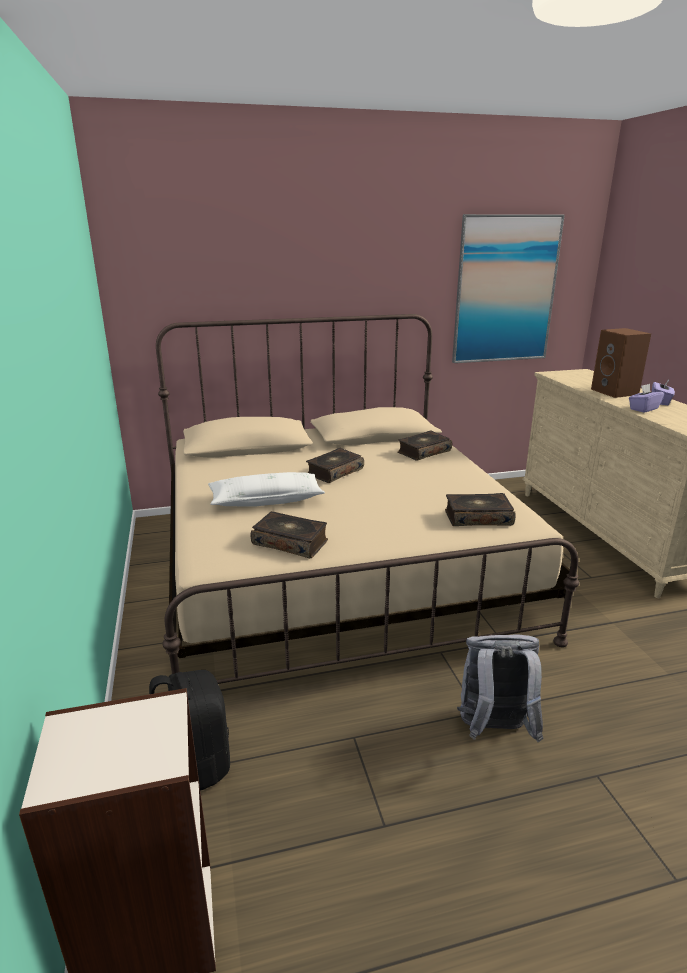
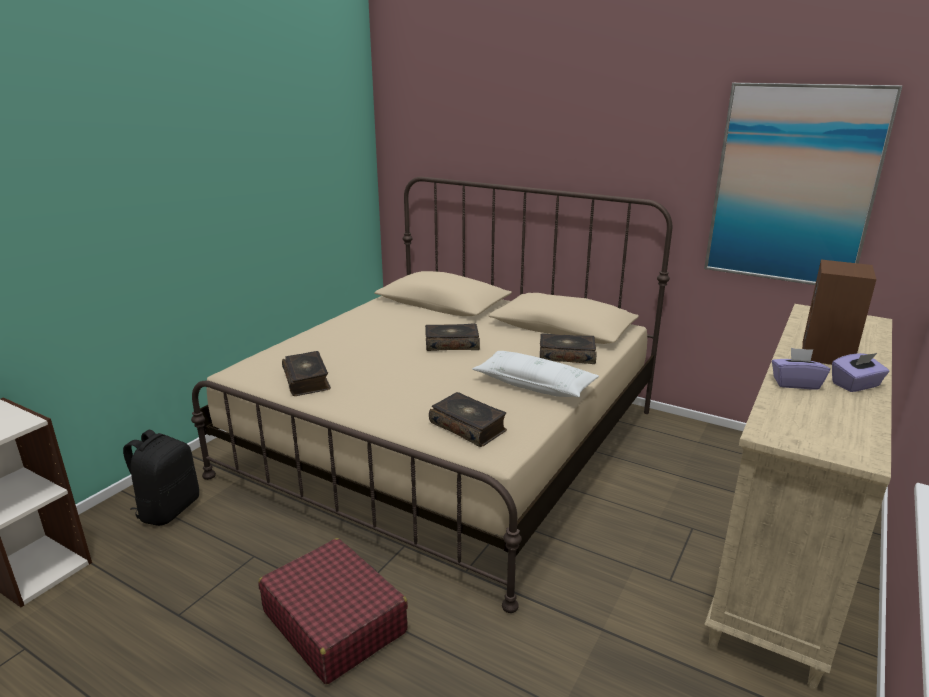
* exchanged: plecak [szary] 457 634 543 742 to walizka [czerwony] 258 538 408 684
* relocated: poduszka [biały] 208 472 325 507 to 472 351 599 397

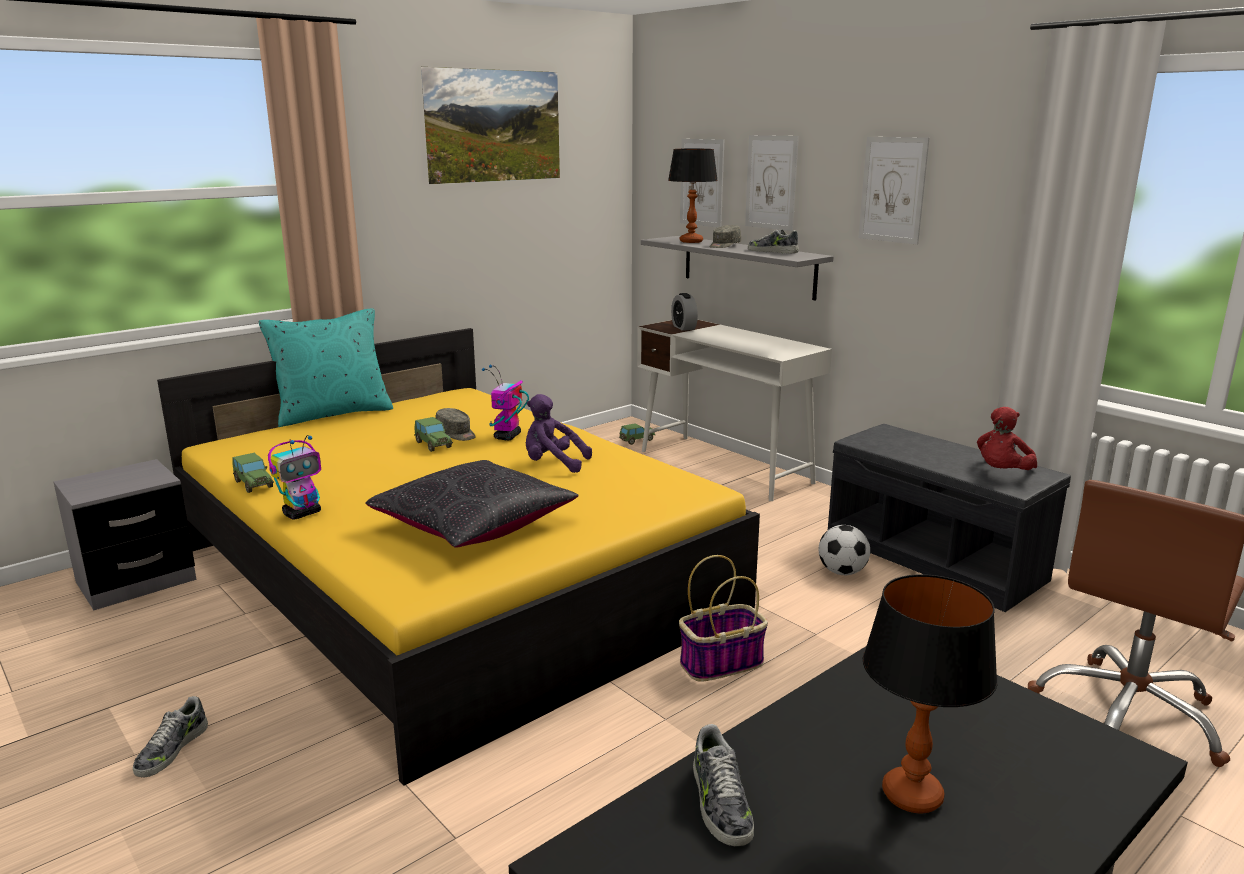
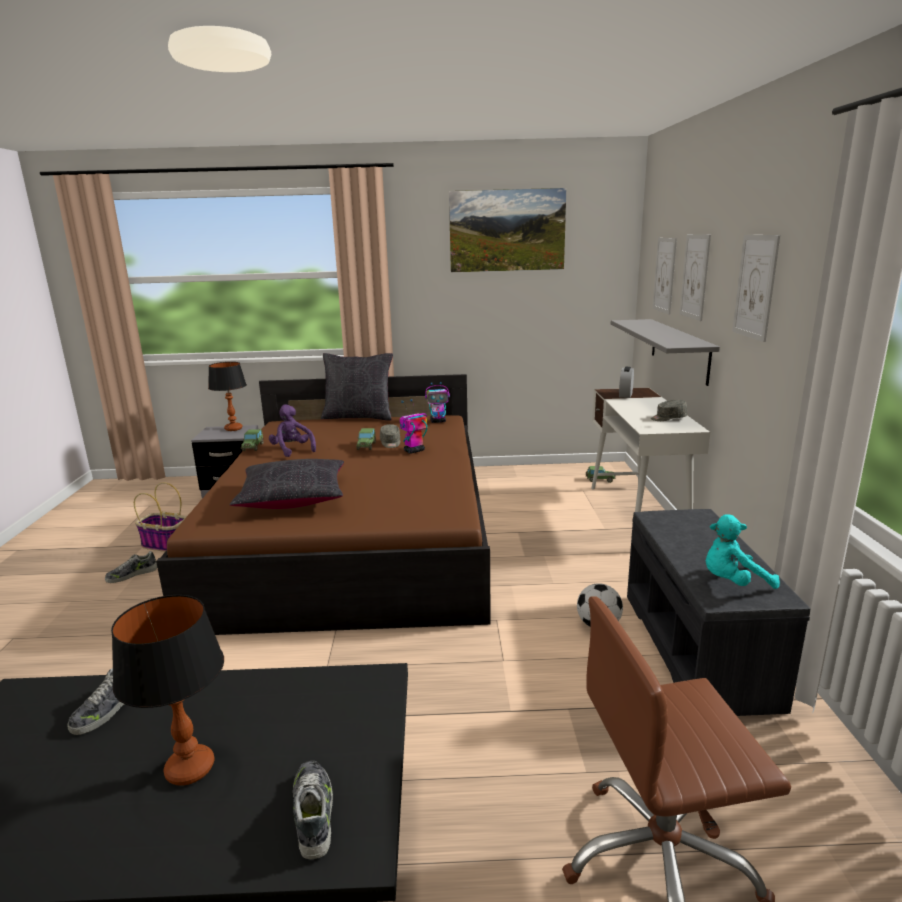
* relocated: koszyk 679 555 768 682 to 134 482 186 552
* colour: łóżko [żółty] 157 328 760 786 to łóżko [brązowy] 156 374 491 635
* relocated: lampa stołowa 668 149 718 243 to 208 362 247 431
* relocated: pluszak [fioletowy] 525 394 592 473 to 269 404 316 457
* relocated: but 748 229 799 254 to 293 761 333 859
* colour: poduszka [turkusowy] 259 309 393 427 to poduszka [czarny] 321 353 393 421
* relocated: robot zabawkowy 268 435 321 520 to 425 382 450 423
* relocated: czapka z daszkiem [szary] 710 225 741 248 to 651 400 687 421
* colour: pluszak [czerwony] 977 407 1037 470 to pluszak [turkusowy] 706 514 780 589

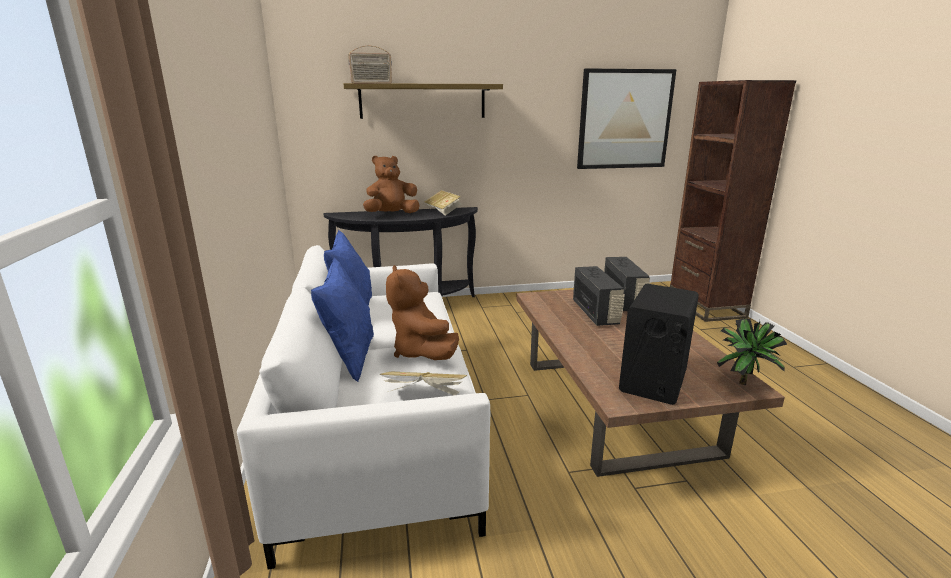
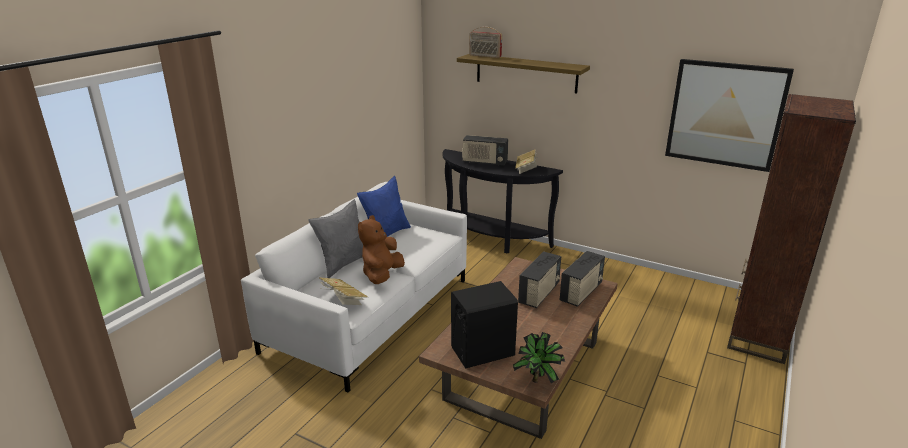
* colour: poduszka [niebieski] 311 258 374 382 to poduszka [szary] 308 199 363 278
* exchanged: pluszak [brązowy] 363 156 420 213 to radio 462 135 508 166

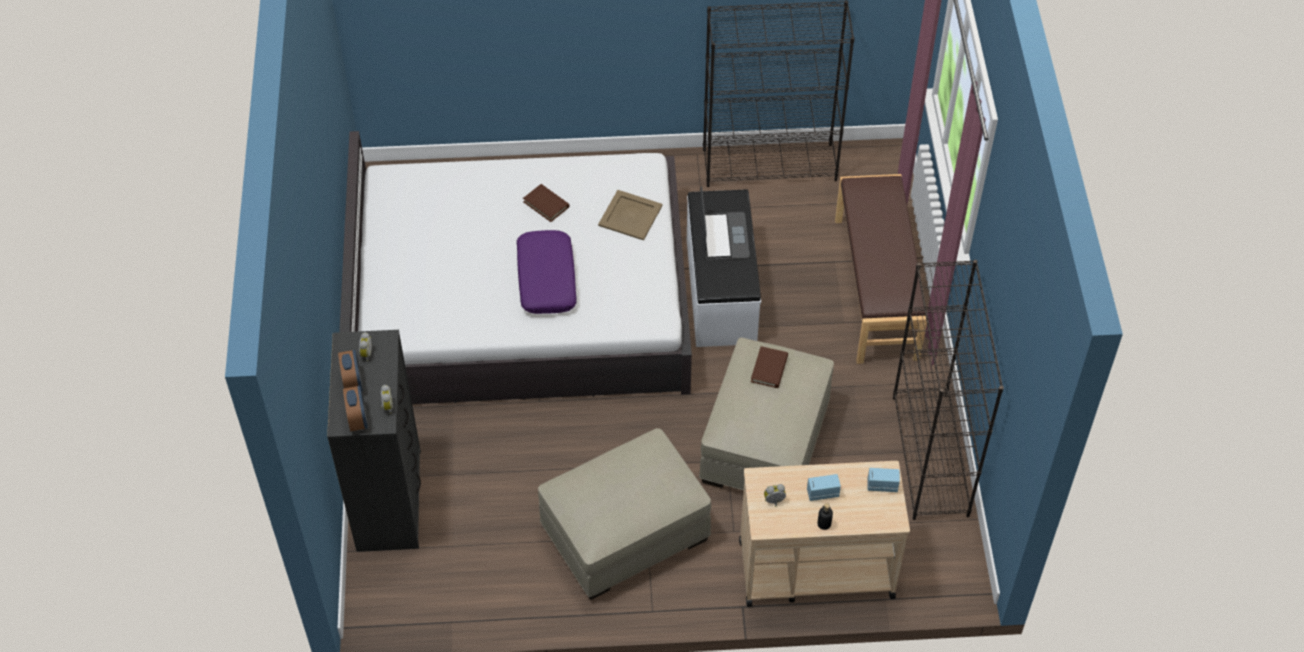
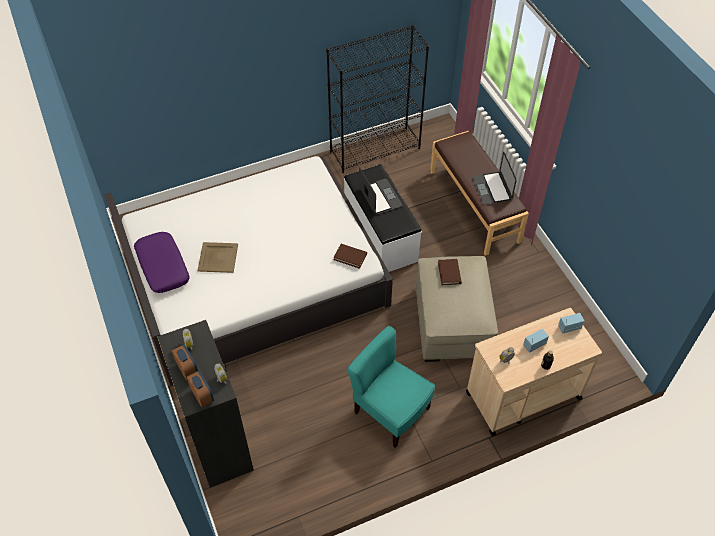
* relocated: poduszka [fioletowy] 516 230 577 314 to 134 232 190 293
* relocated: taca [beżowy] 598 190 663 240 to 197 242 238 273
* relocated: książka [brązowy] 523 184 570 222 to 334 244 367 269
* exchanged: pufa [beżowy] 538 428 711 600 to krzesło [turkusowy] 348 326 435 448
* appeared: laptop 472 152 517 205
* missing: regał [czarny] 893 260 1004 520

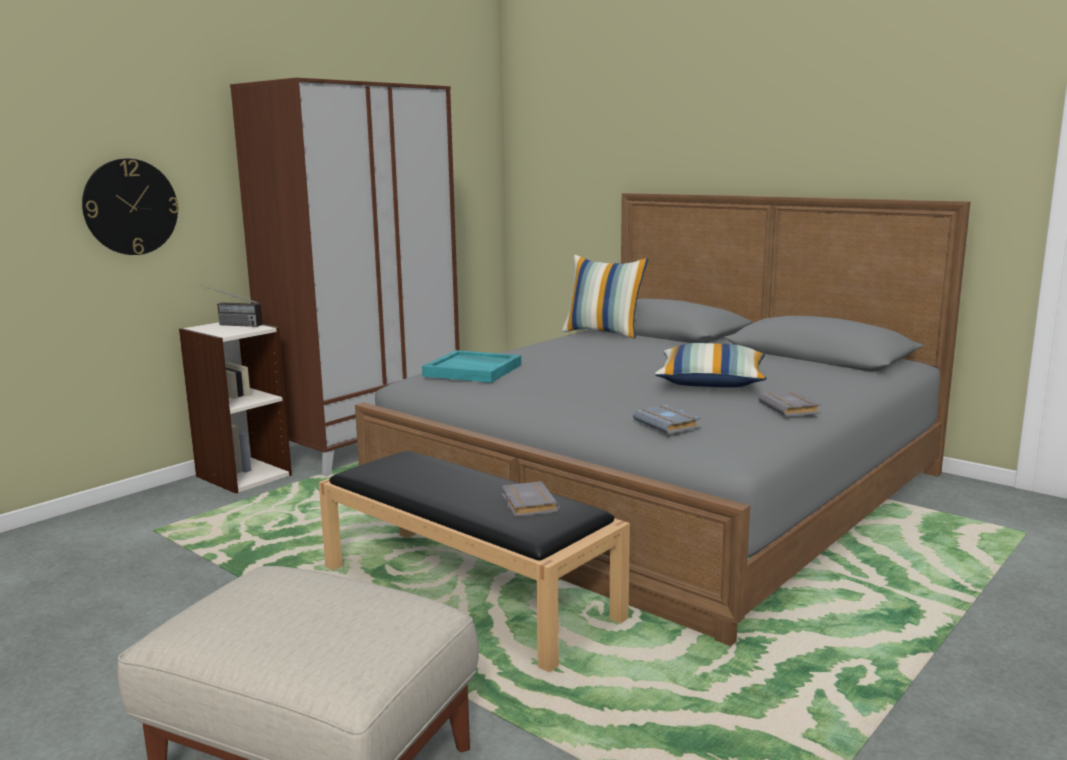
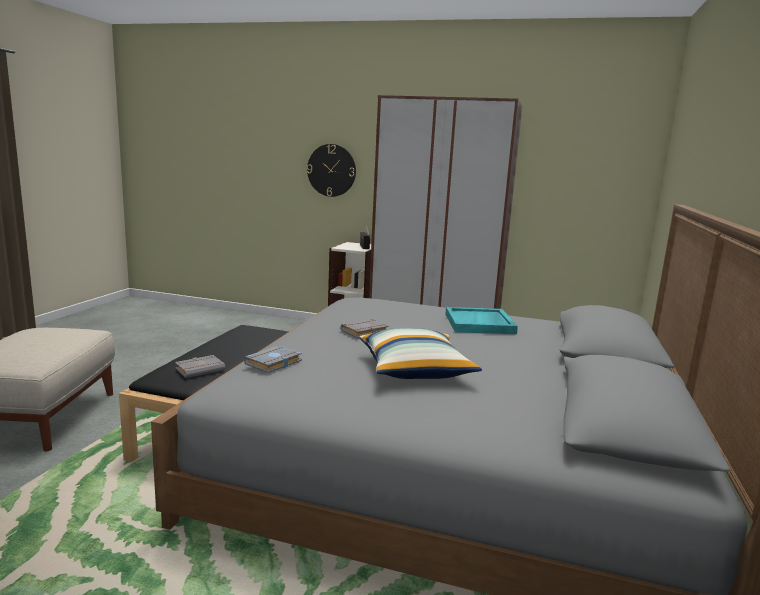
* relocated: książka [szary] 758 391 822 416 to 341 319 389 338
* relocated: taca [turkusowy] 422 350 521 383 to 445 307 518 334
* missing: poduszka 562 255 649 339

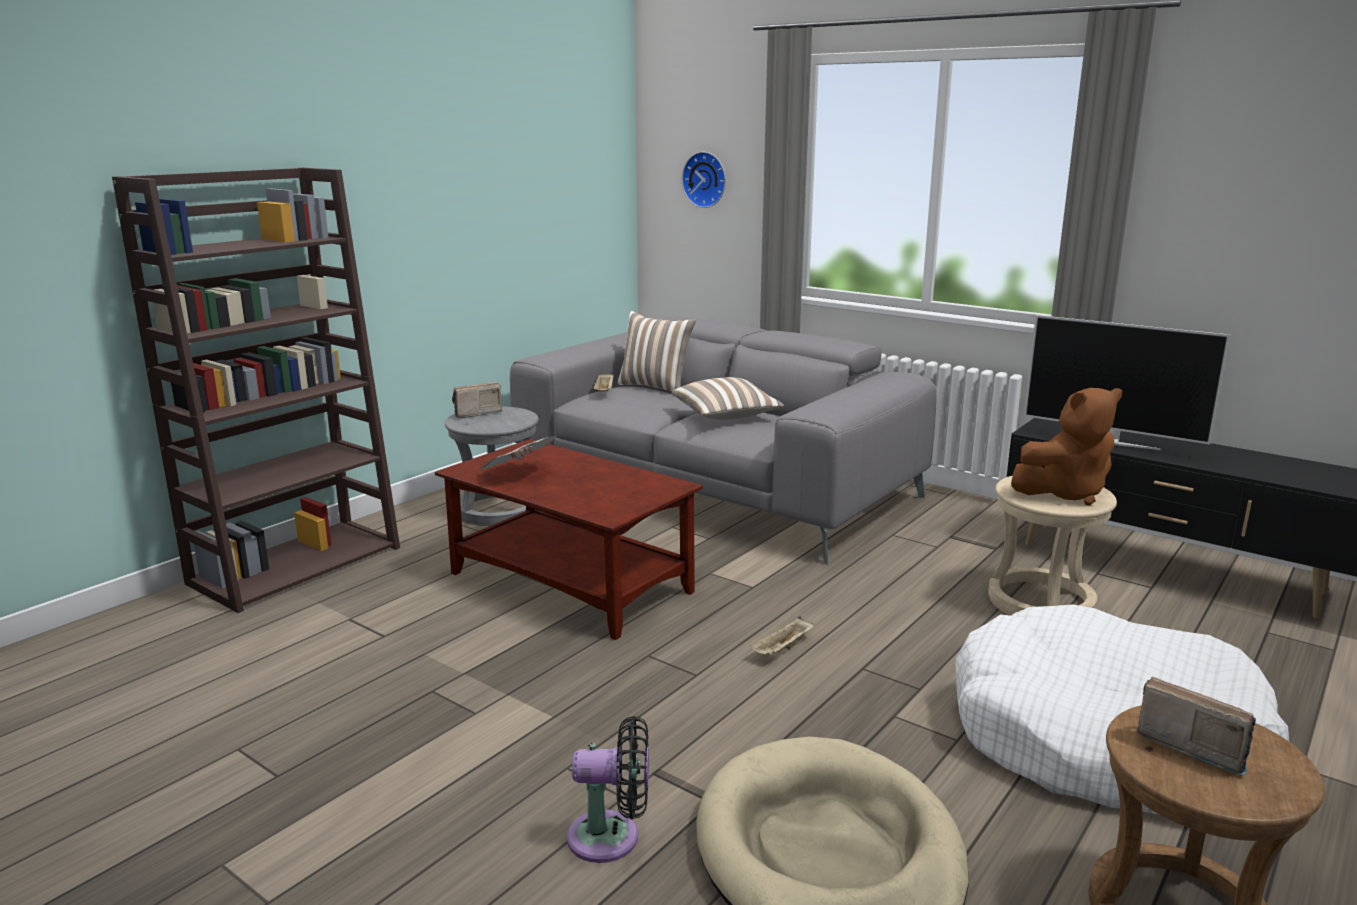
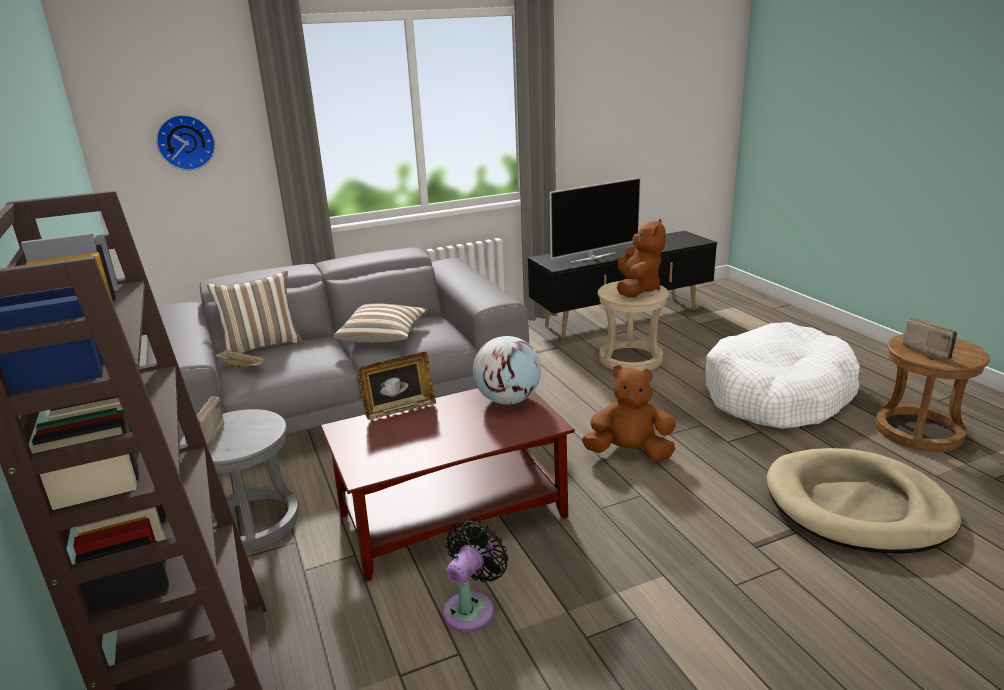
* appeared: ramka na zdjęcie 358 352 436 420
* relocated: wentylator [czarny] 567 716 649 863 to 443 520 508 632
* appeared: globus 473 336 541 405
* exchanged: taca [beżowy] 750 617 814 655 to pluszak [brązowy] 582 365 676 462
* spun: radio 1137 677 1256 776 = 903 317 957 360 75 degrees clockwise
* missing: gazeta 479 436 557 470

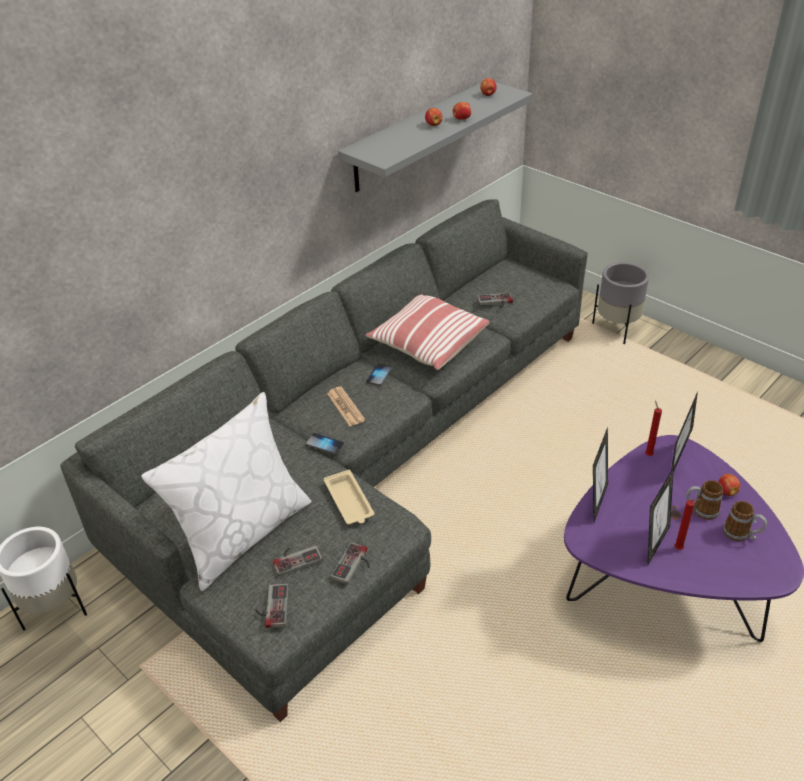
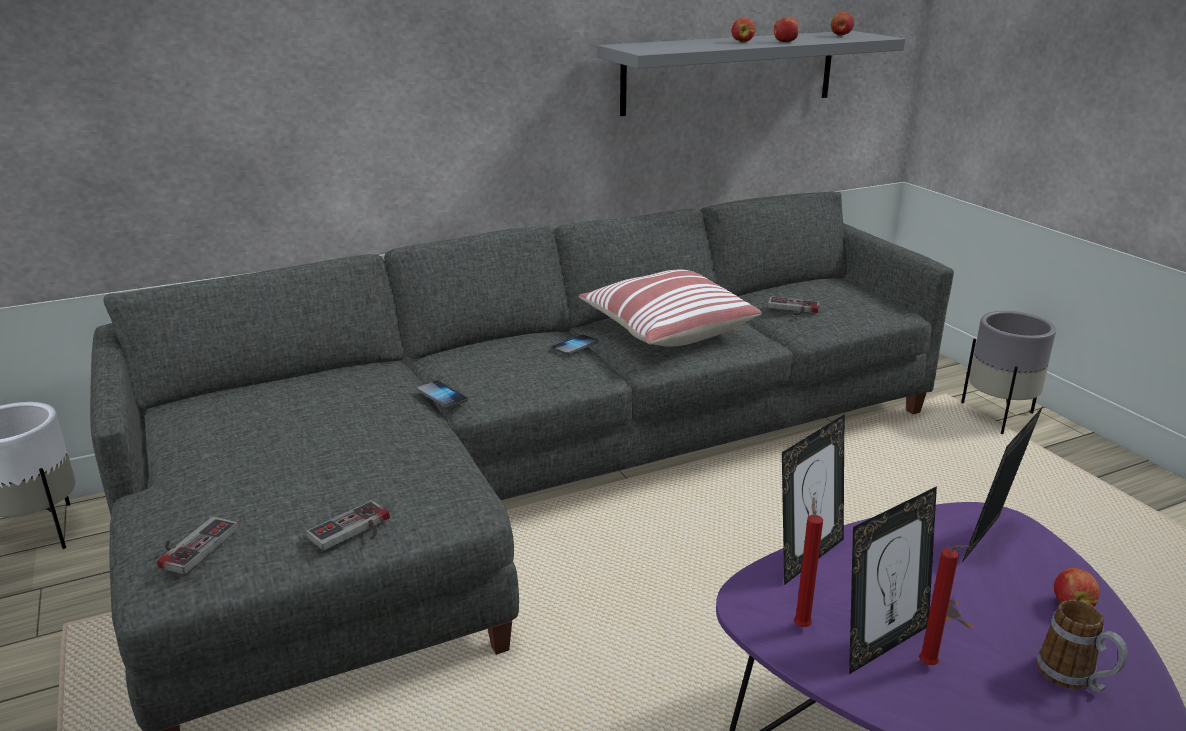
* relocated: świeca [czerwony] 645 400 662 456 to 794 497 823 627
* missing: poduszka [biały] 141 392 311 591
* missing: pad do gier 273 546 323 577
* missing: taca [beżowy] 324 470 374 524
* missing: gazeta 327 387 365 426
* missing: kubek 686 480 723 520

